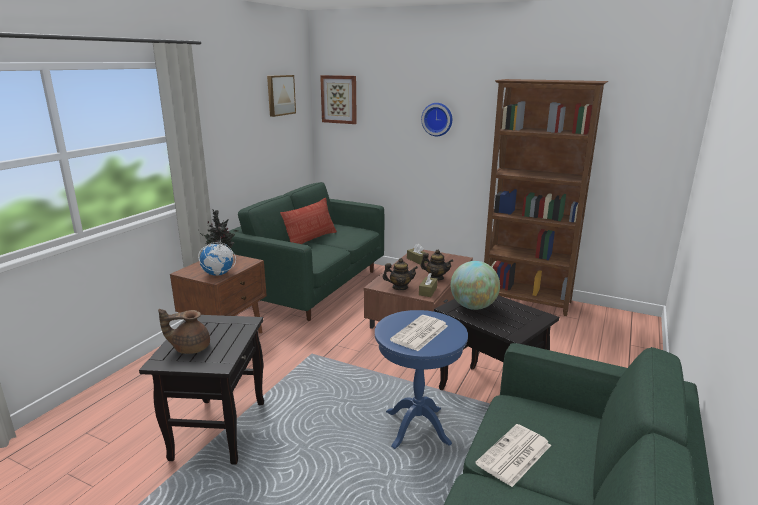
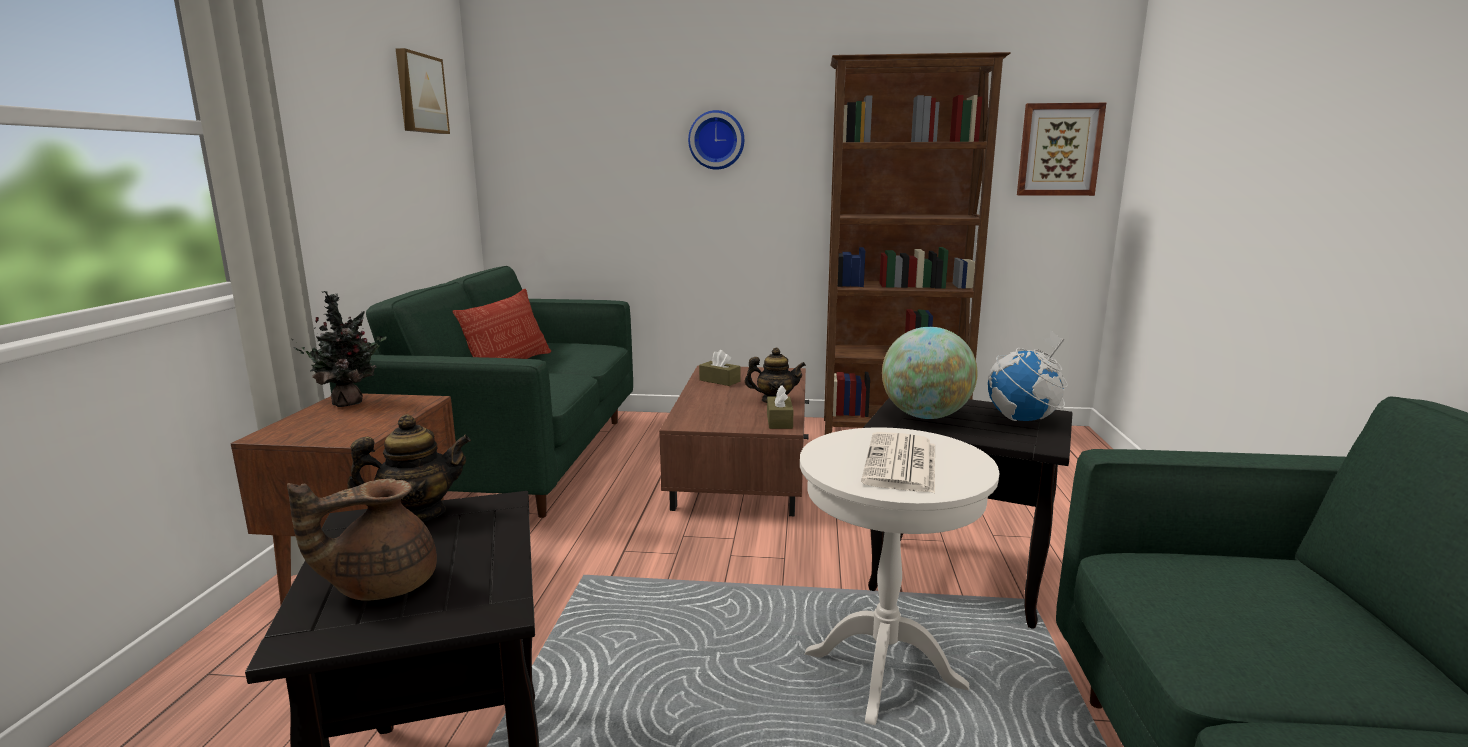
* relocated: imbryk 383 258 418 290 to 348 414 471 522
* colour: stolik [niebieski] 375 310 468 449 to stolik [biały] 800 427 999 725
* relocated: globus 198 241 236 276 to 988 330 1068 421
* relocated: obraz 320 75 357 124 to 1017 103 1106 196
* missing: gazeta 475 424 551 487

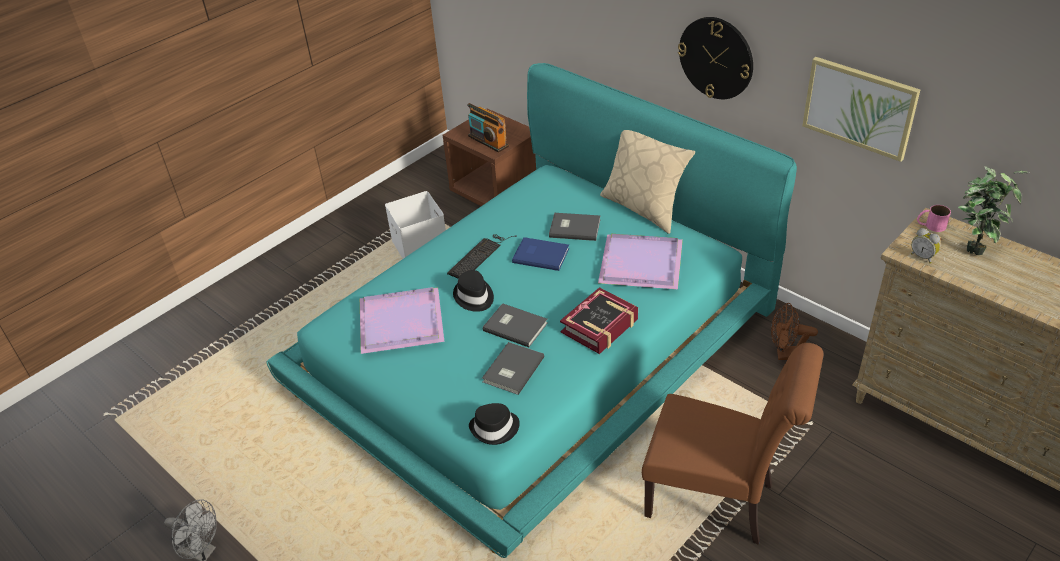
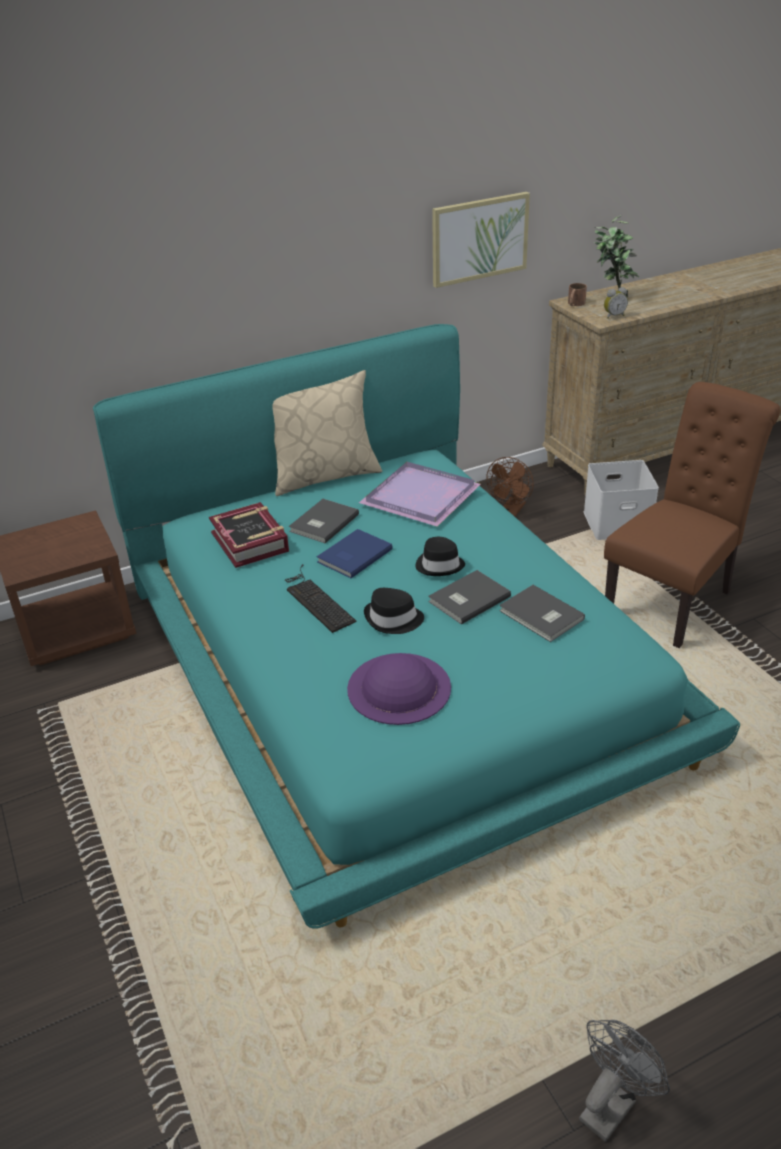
* relocated: książka 560 287 638 354 to 209 502 289 568
* exchanged: taca [fioletowy] 360 287 444 354 to kapelusz [fioletowy] 347 653 451 725
* relocated: kapelusz [czarny] 469 403 520 445 to 416 537 465 576
* colour: kubek [różowy] 917 205 951 232 to kubek [brązowy] 568 283 587 306
* relocated: pojemnik do przechowywania [biały] 385 191 446 259 to 584 460 659 540
* missing: radio 467 103 509 152
* missing: zegar ścienny 678 17 753 99

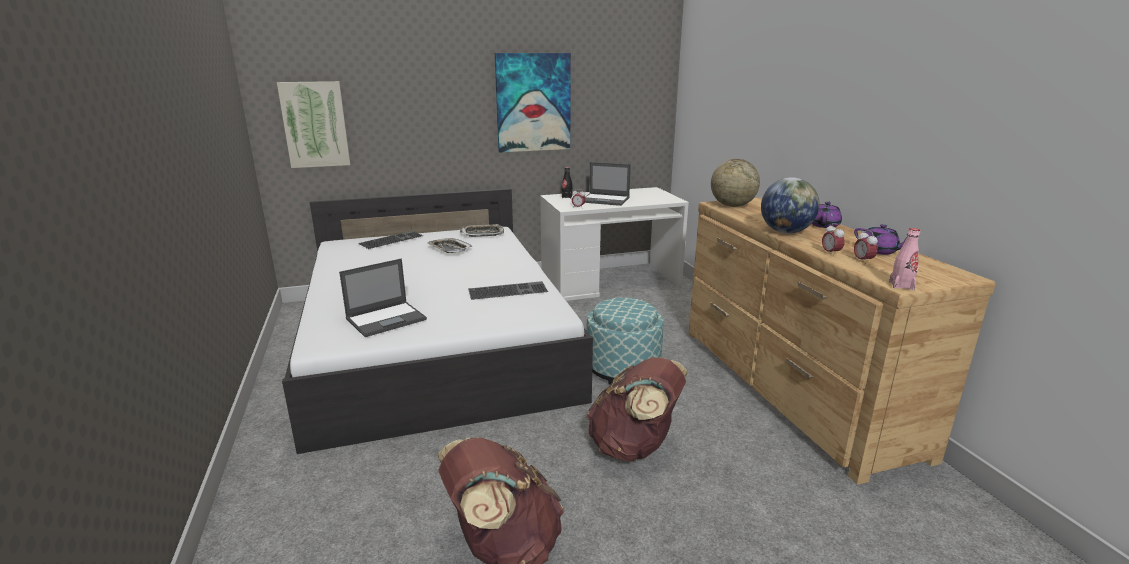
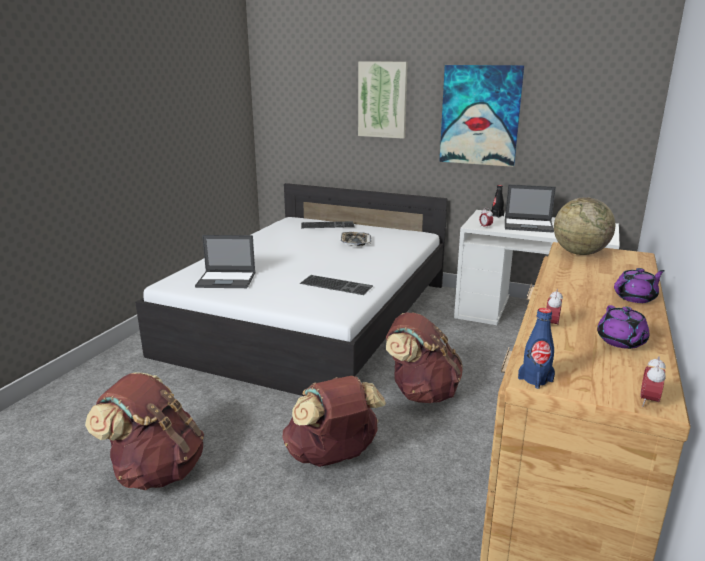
* relocated: obraz 277 81 350 168 to 358 61 408 139
* exchanged: pufa 586 297 663 385 to plecak [brązowy] 386 313 463 403
* spun: laptop 585 162 631 206 = 505 184 556 233 45 degrees counterclockwise
* colour: butelka [różowy] 889 228 920 290 to butelka [niebieski] 518 308 555 389
* relocated: budzik 854 230 878 264 to 640 356 666 407
* missing: taca 460 224 504 237
* missing: globus 761 177 820 233

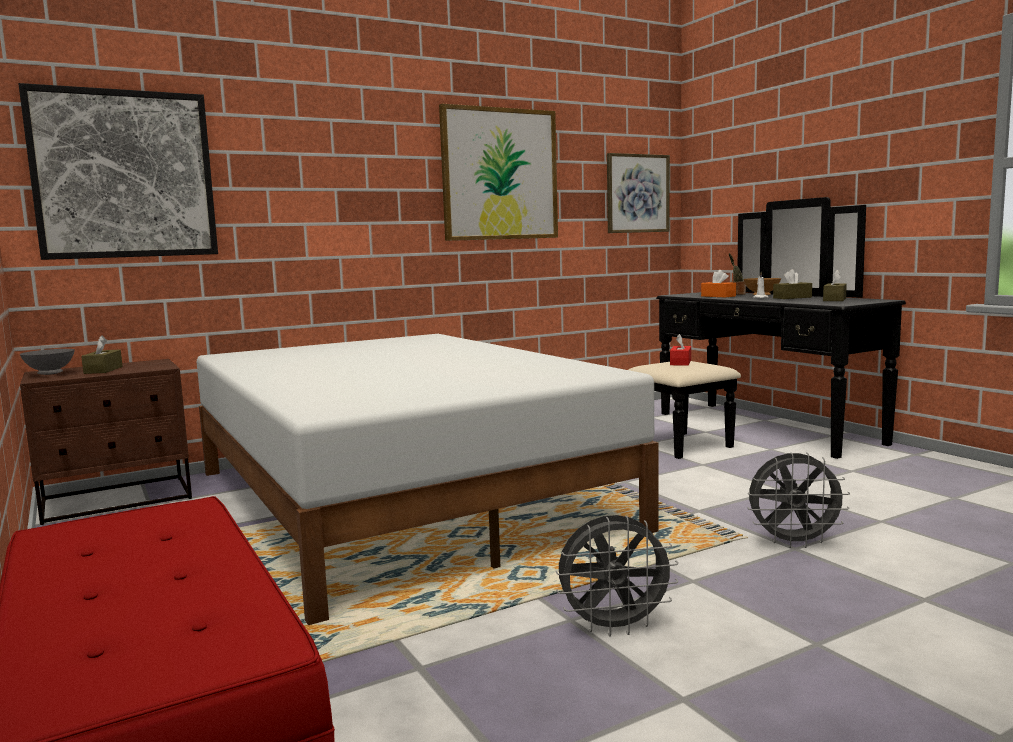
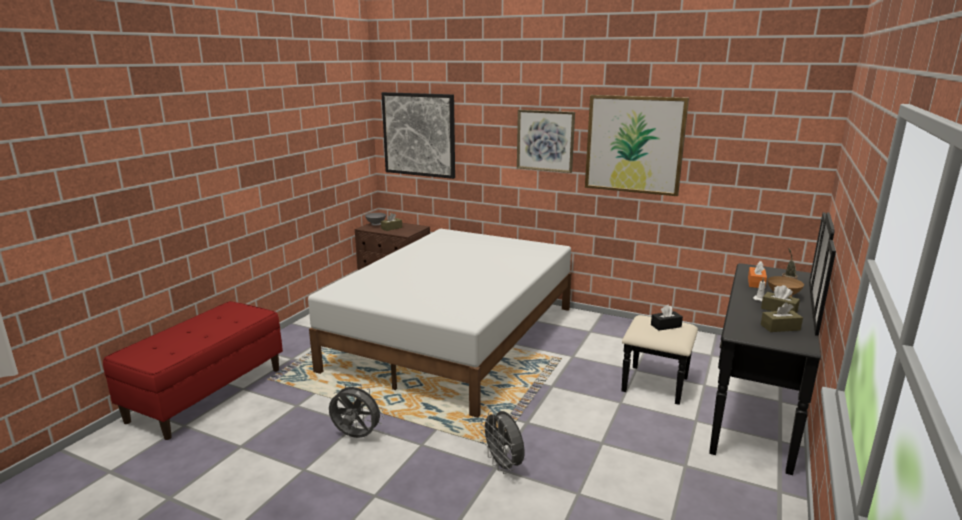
* spun: wentylator [szary] 556 515 678 637 = 329 382 384 438 150 degrees clockwise
* relocated: obraz 607 153 670 233 to 517 110 575 173
* colour: pudełko chusteczek [czerwony] 670 334 691 366 to pudełko chusteczek [czarny] 651 305 683 331

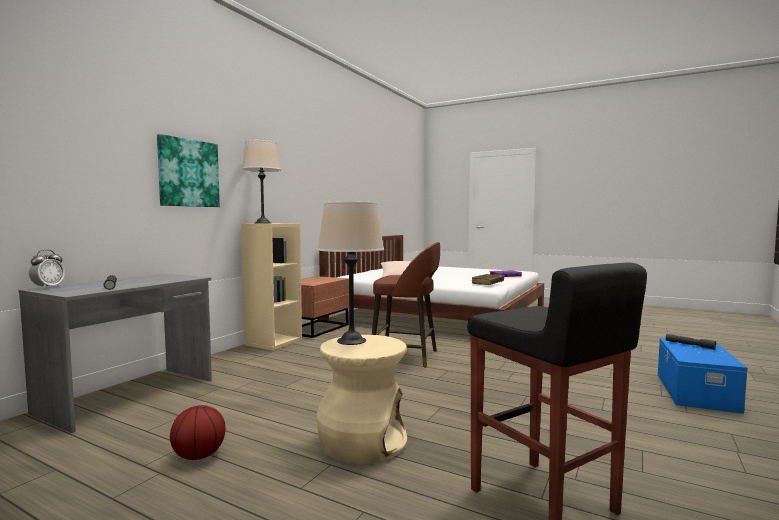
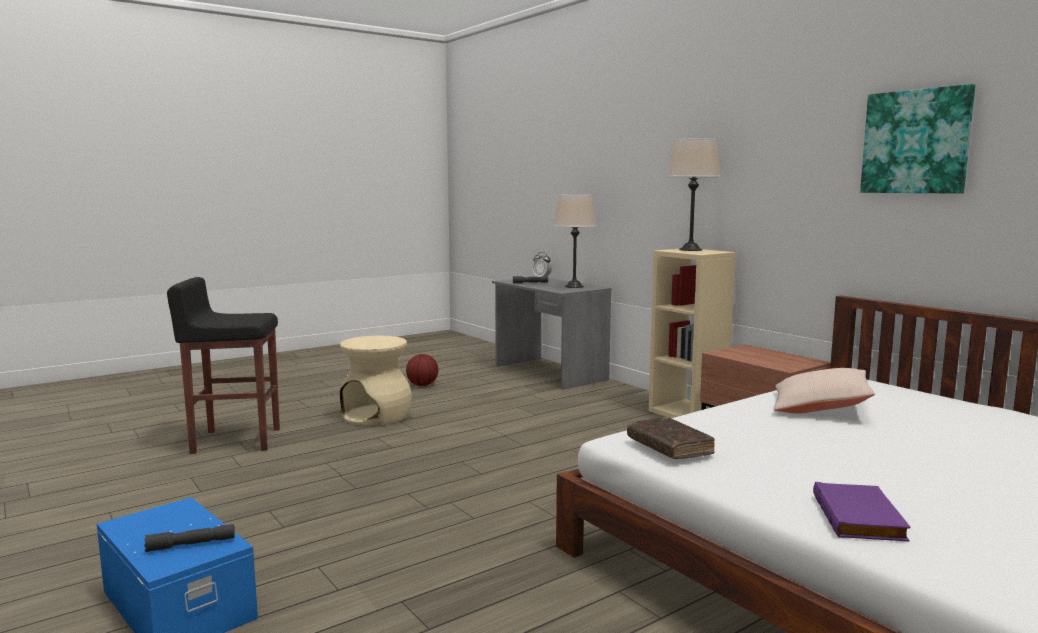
* relocated: lampa stołowa [beżowy] 317 201 384 345 to 553 195 597 288
* relocated: obraz 157 134 220 207 to 860 84 975 194
* missing: stołek [brązowy] 372 242 440 368

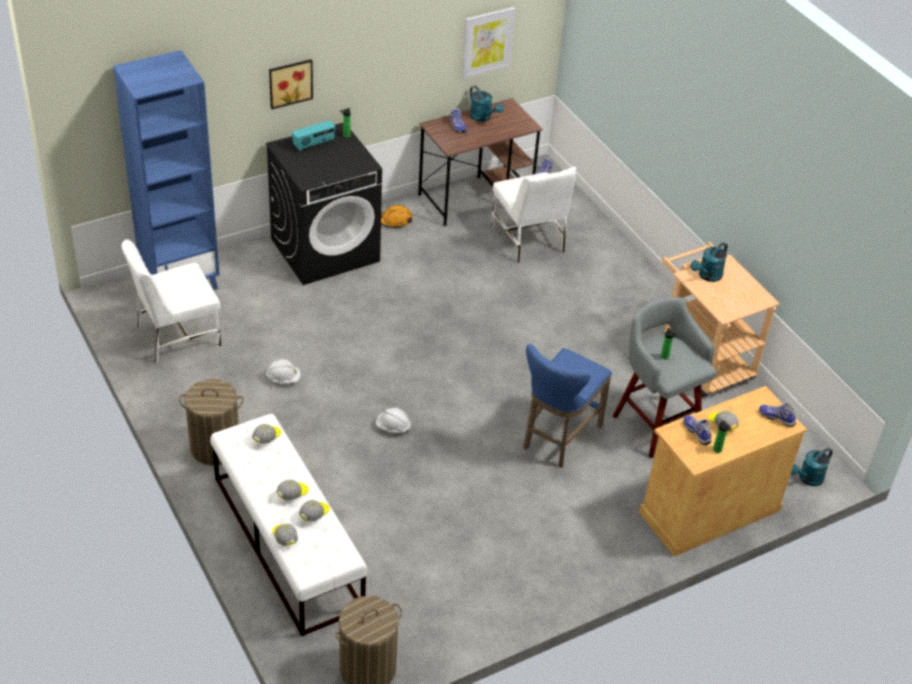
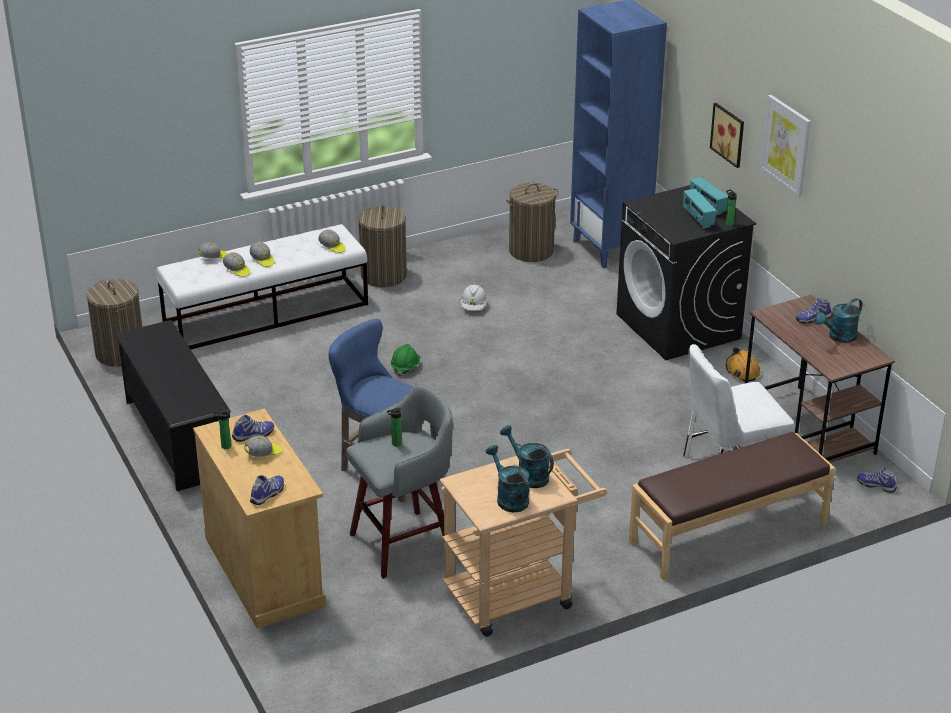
* appeared: regał na buty [czarny] 115 320 231 491
* colour: kask [biały] 376 408 411 433 to kask [zielony] 391 344 420 376
* relocated: konewka [turkusowy] 791 448 833 486 to 486 445 529 512
* exchanged: krzesło [biały] 121 240 221 363 to kosz na pranie 506 183 559 262
* appeared: ławka [brązowy] 629 432 835 580
* appeared: radio 683 189 717 229
* relocated: obraz 462 7 516 79 to 760 95 811 197

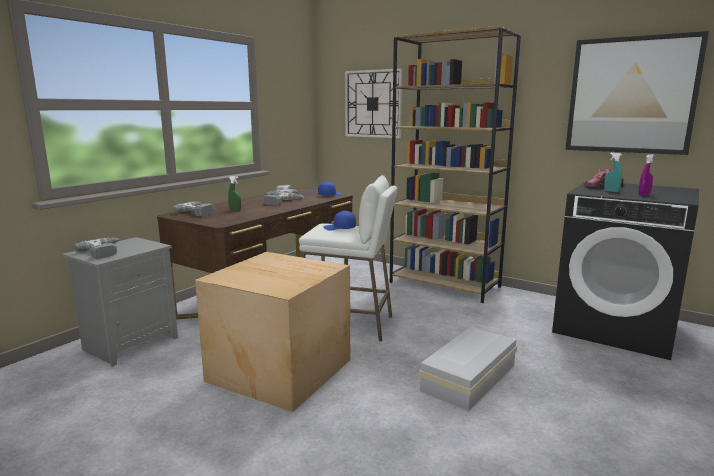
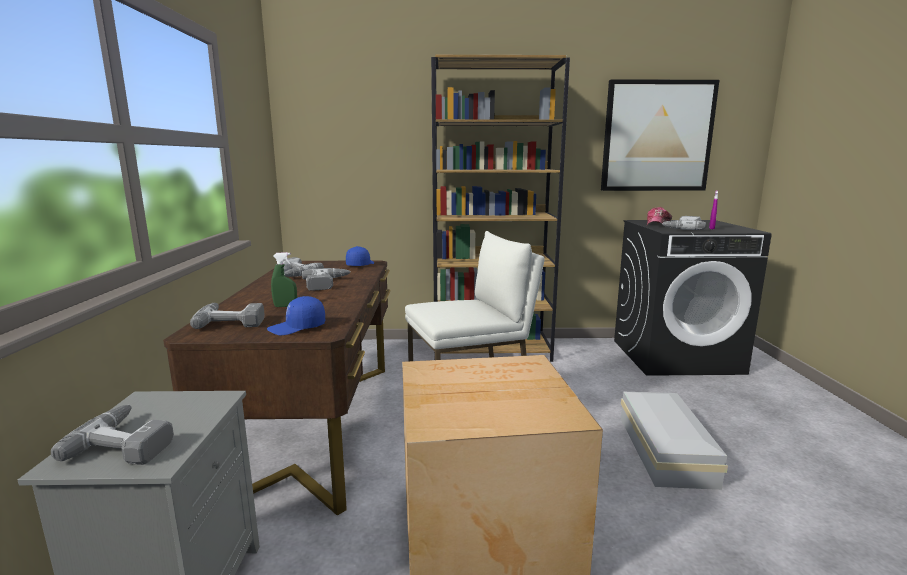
* relocated: czapka z daszkiem [niebieski] 324 211 356 230 to 267 296 325 335
* exchanged: spryskiwacz [turkusowy] 604 152 622 193 to wiertarka 662 216 706 230
* missing: zegar ścienny 345 68 403 138

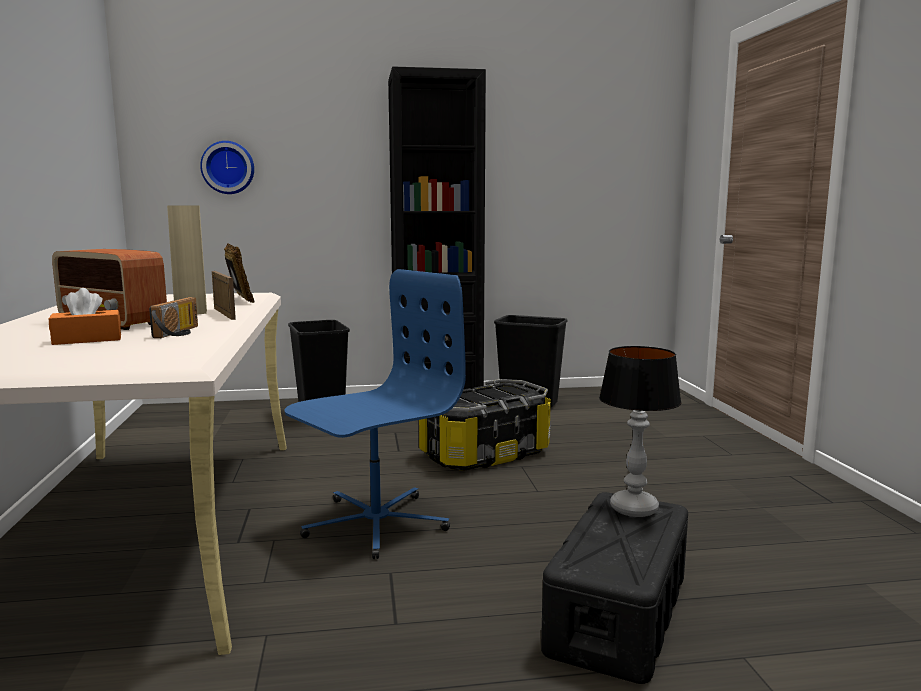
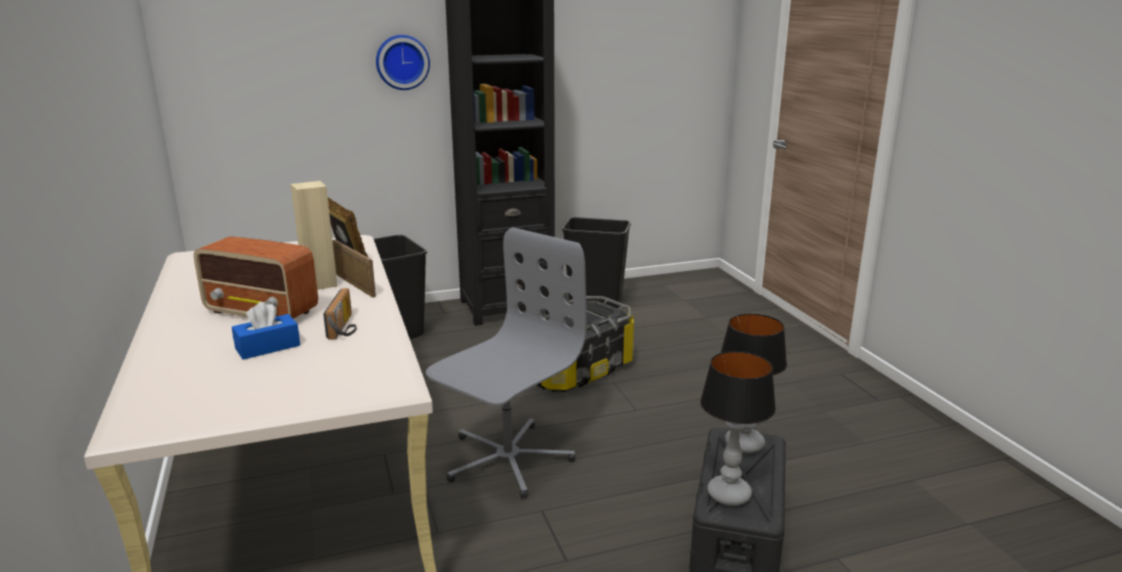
* colour: pudełko chusteczek [pomarańczowy] 49 288 121 345 to pudełko chusteczek [niebieski] 232 302 300 360
* relocated: zegar ścienny 200 141 254 194 to 376 35 430 90
* colour: krzesło biurowe [niebieski] 284 269 466 559 to krzesło biurowe [szary] 426 227 587 499
* appeared: lampa stołowa 700 351 776 506

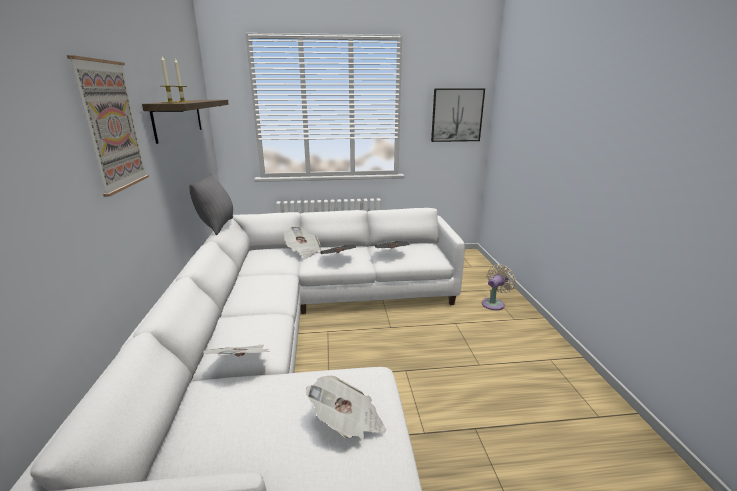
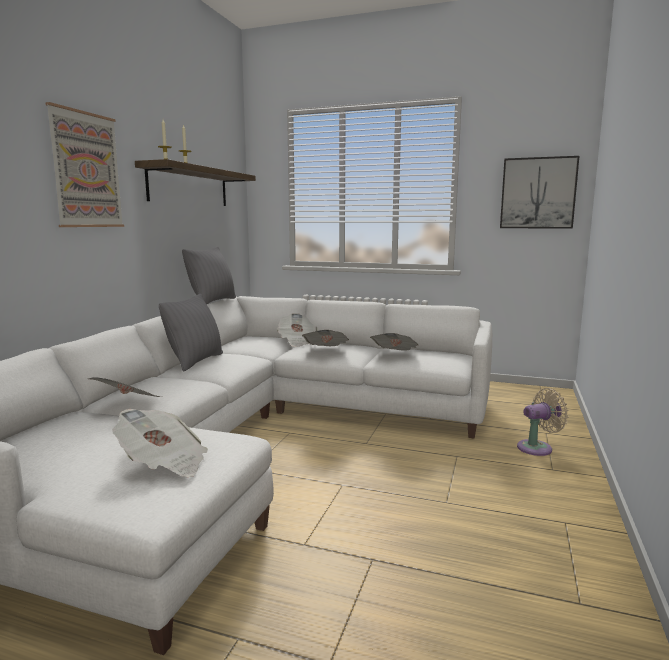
* appeared: poduszka [szary] 159 294 223 372

